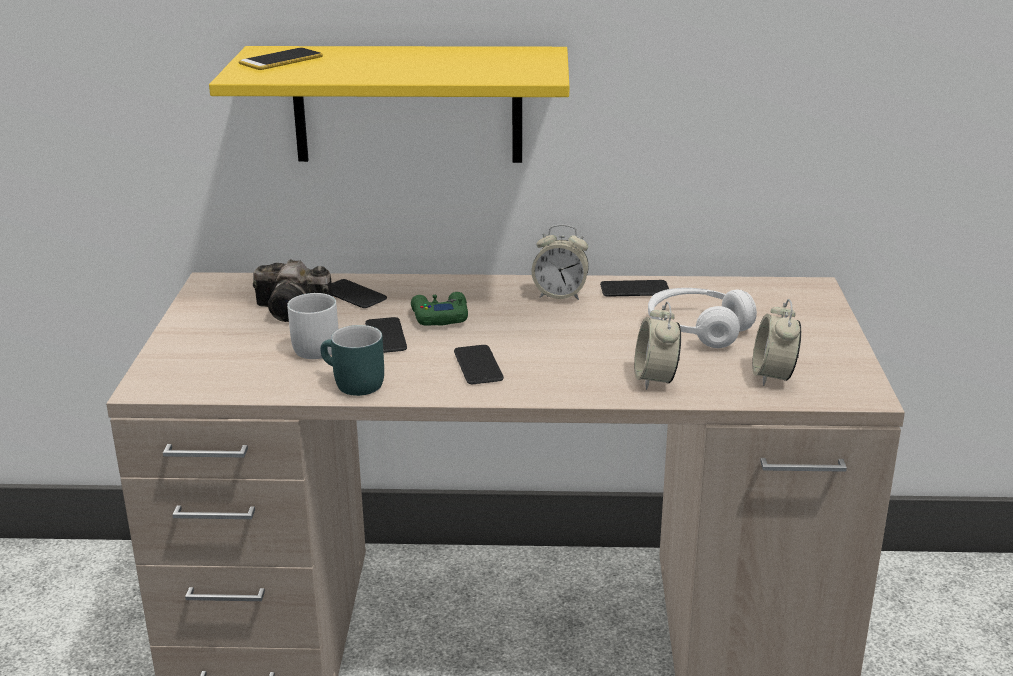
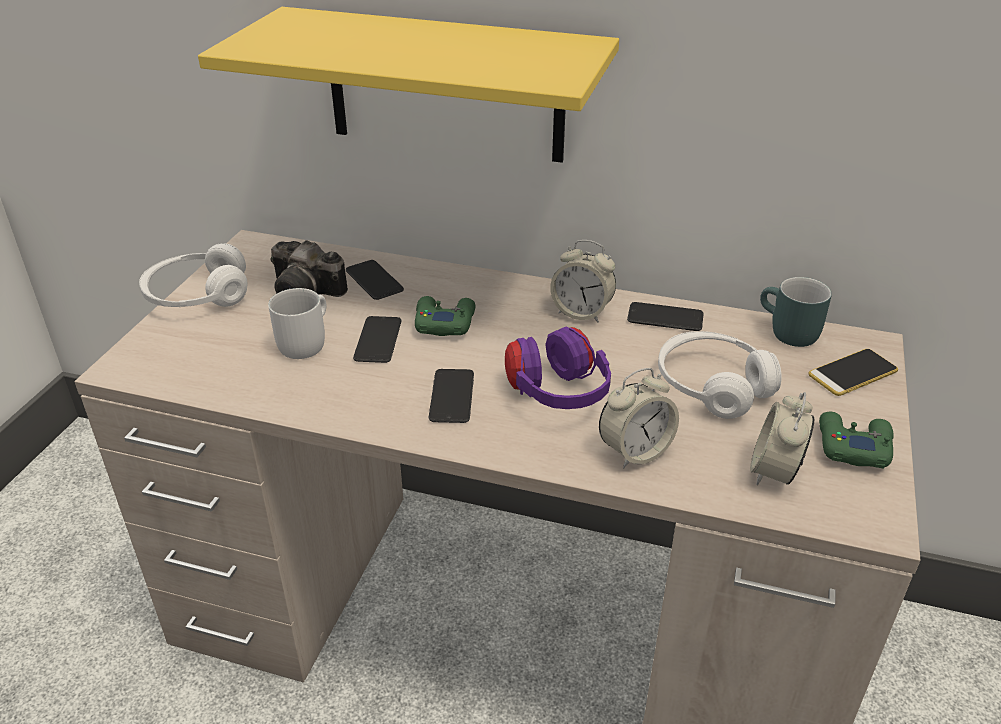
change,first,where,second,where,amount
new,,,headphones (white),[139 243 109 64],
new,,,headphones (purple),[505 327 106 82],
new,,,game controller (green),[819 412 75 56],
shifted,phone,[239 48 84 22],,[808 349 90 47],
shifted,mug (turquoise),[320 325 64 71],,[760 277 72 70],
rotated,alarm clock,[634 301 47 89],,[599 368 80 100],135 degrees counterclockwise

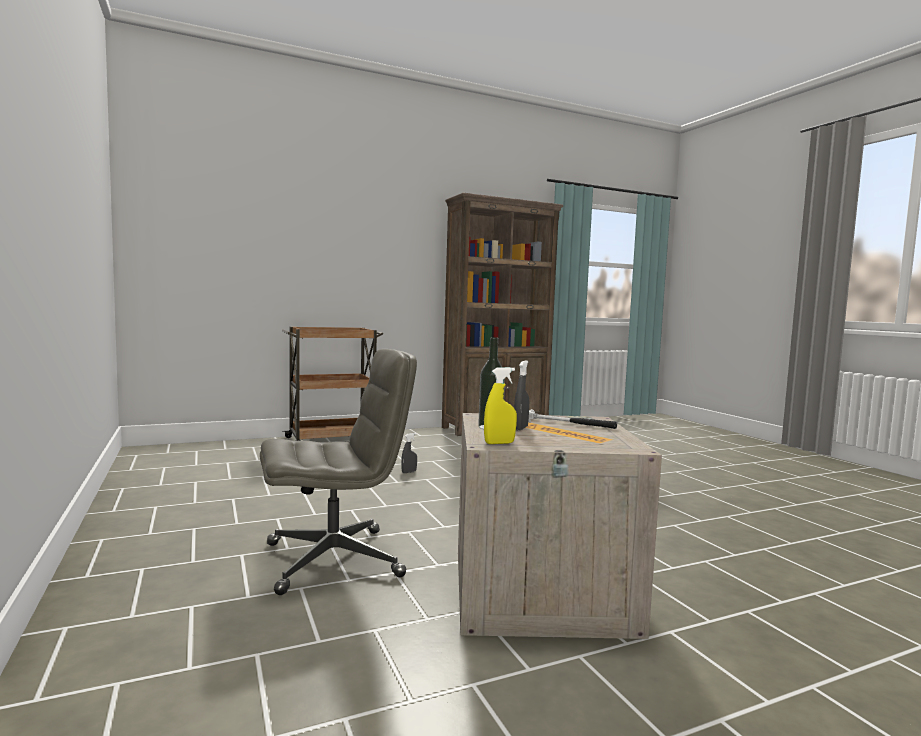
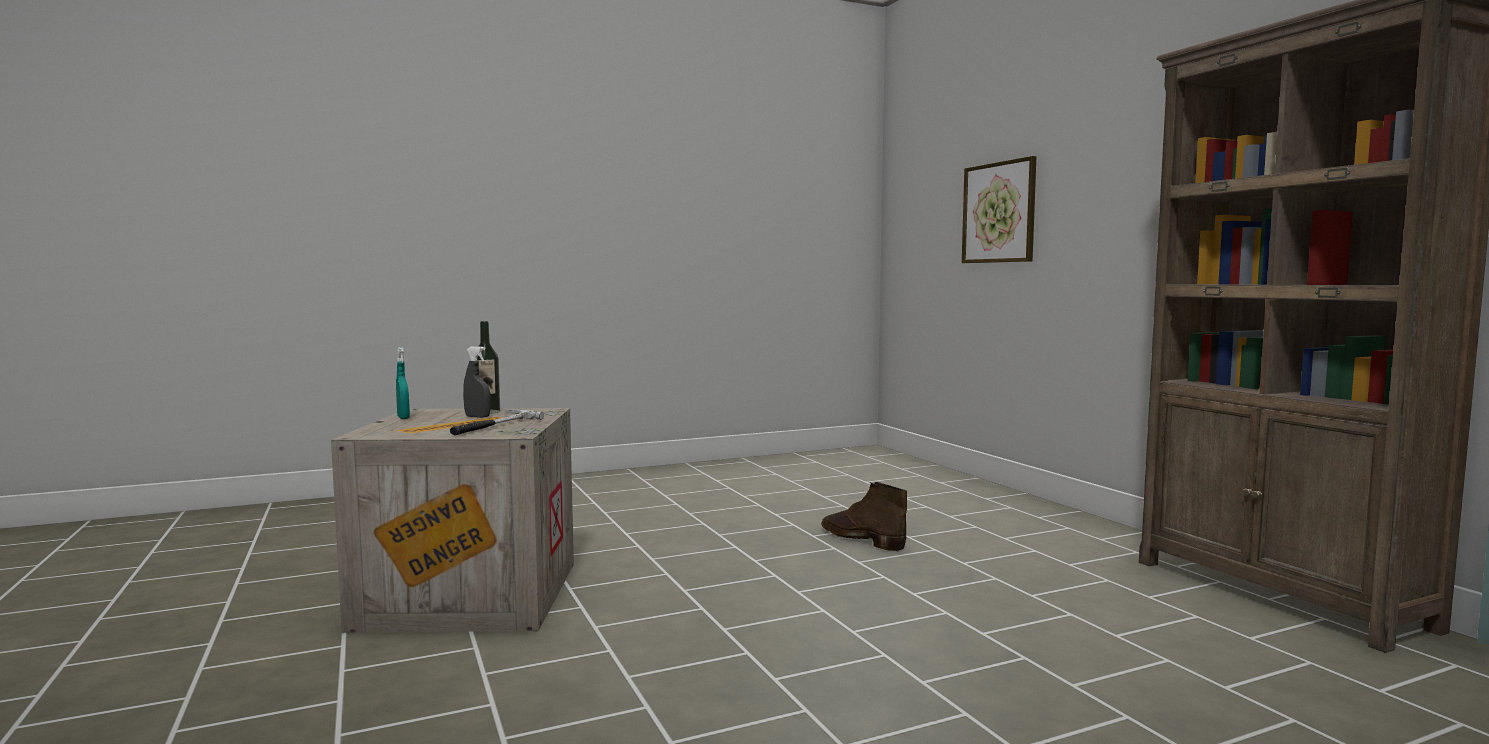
change,first,where,second,where,amount
gone,office chair (grey),[260 349 157 246],,,
gone,cart (brown),[282 327 101 114],,,
gone,spray bottle (yellow),[484 367 33 77],,,
new,,,spray bottle (turquoise),[396 347 14 72],
new,,,picture,[962 156 74 107],
swapped,spray bottle (grey),[401 433 16 40],boot (brown),[821 482 86 70],

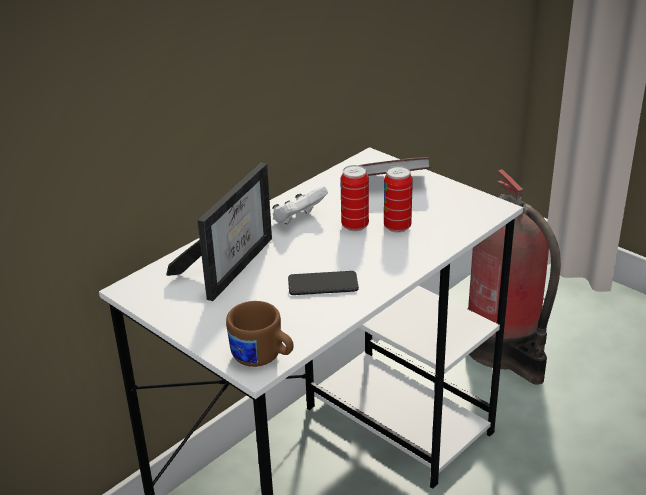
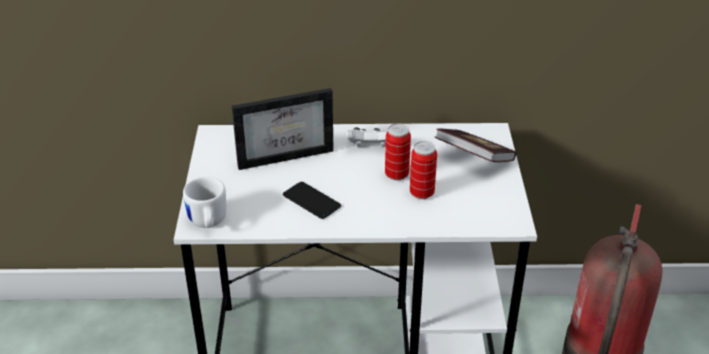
change,first,where,second,where,amount
repainted,mug (brown),[226 301 68 66],mug (white),[183 177 44 51],

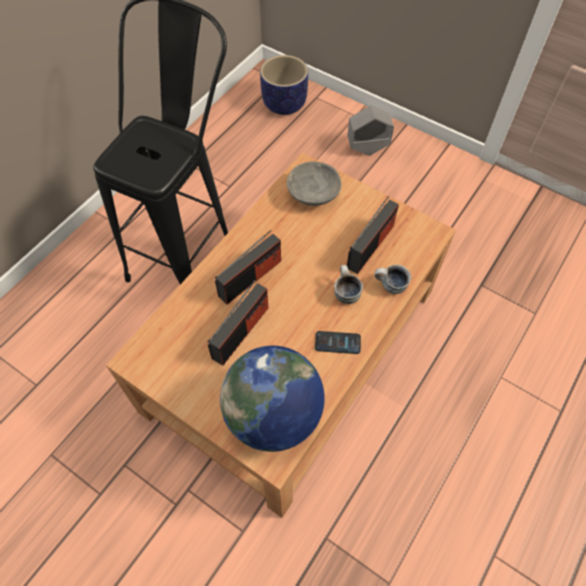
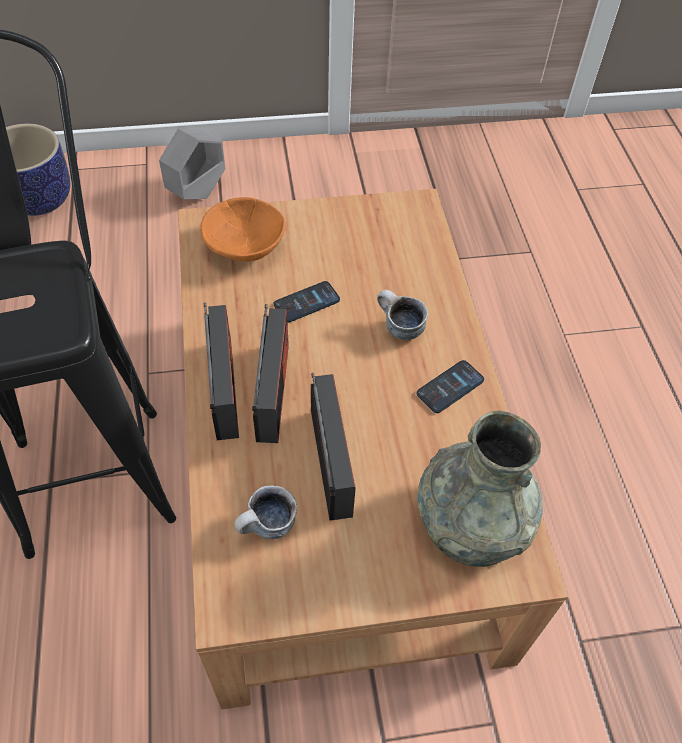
change,first,where,second,where,amount
new,,,phone,[274 281 66 42],
shifted,radio,[347 196 52 78],,[204 302 35 138],
shifted,mug,[374 265 37 29],,[234 486 63 53],
swapped,globe,[220 346 105 106],vase (grey),[417 410 126 157],
repainted,bowl (grey),[287 161 55 45],bowl (orange),[200 197 85 65],

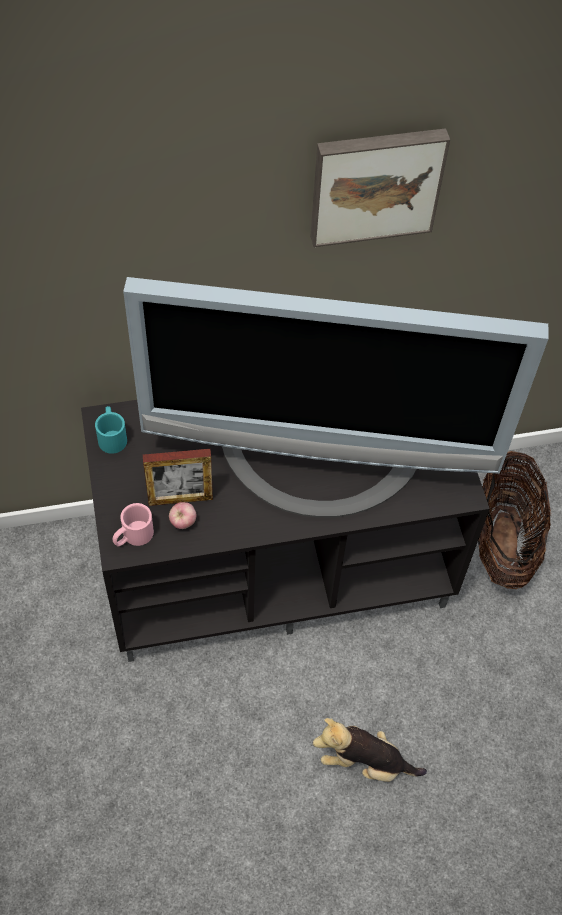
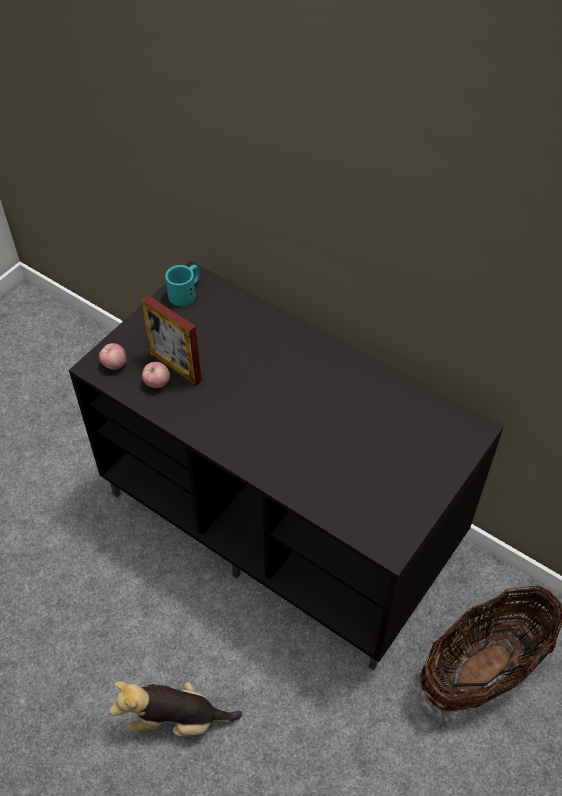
change,first,where,second,where,amount
gone,television,[123 277 425 241],,,
gone,picture,[311 128 139 119],,,
swapped,mug (pink),[113 503 41 43],apple,[99 343 28 27],
rotated,plush toy,[313 718 114 64],,[109 681 133 55],60 degrees counterclockwise

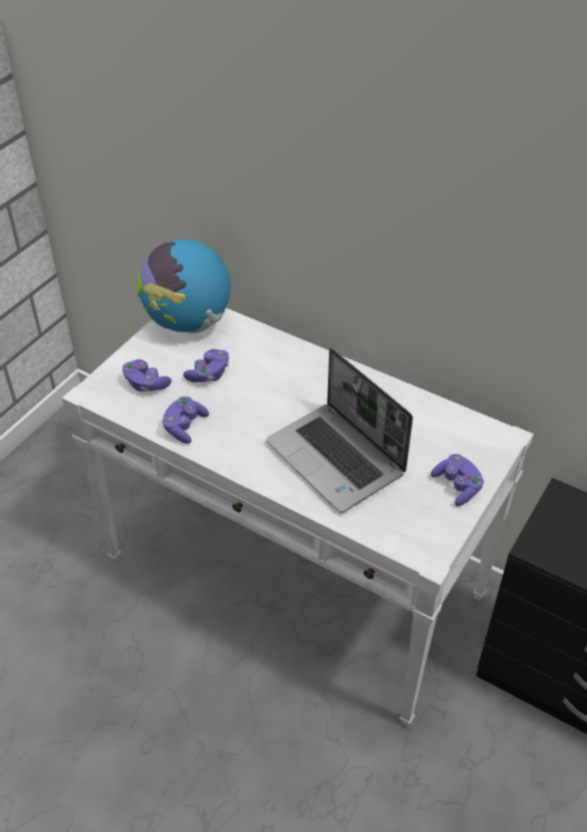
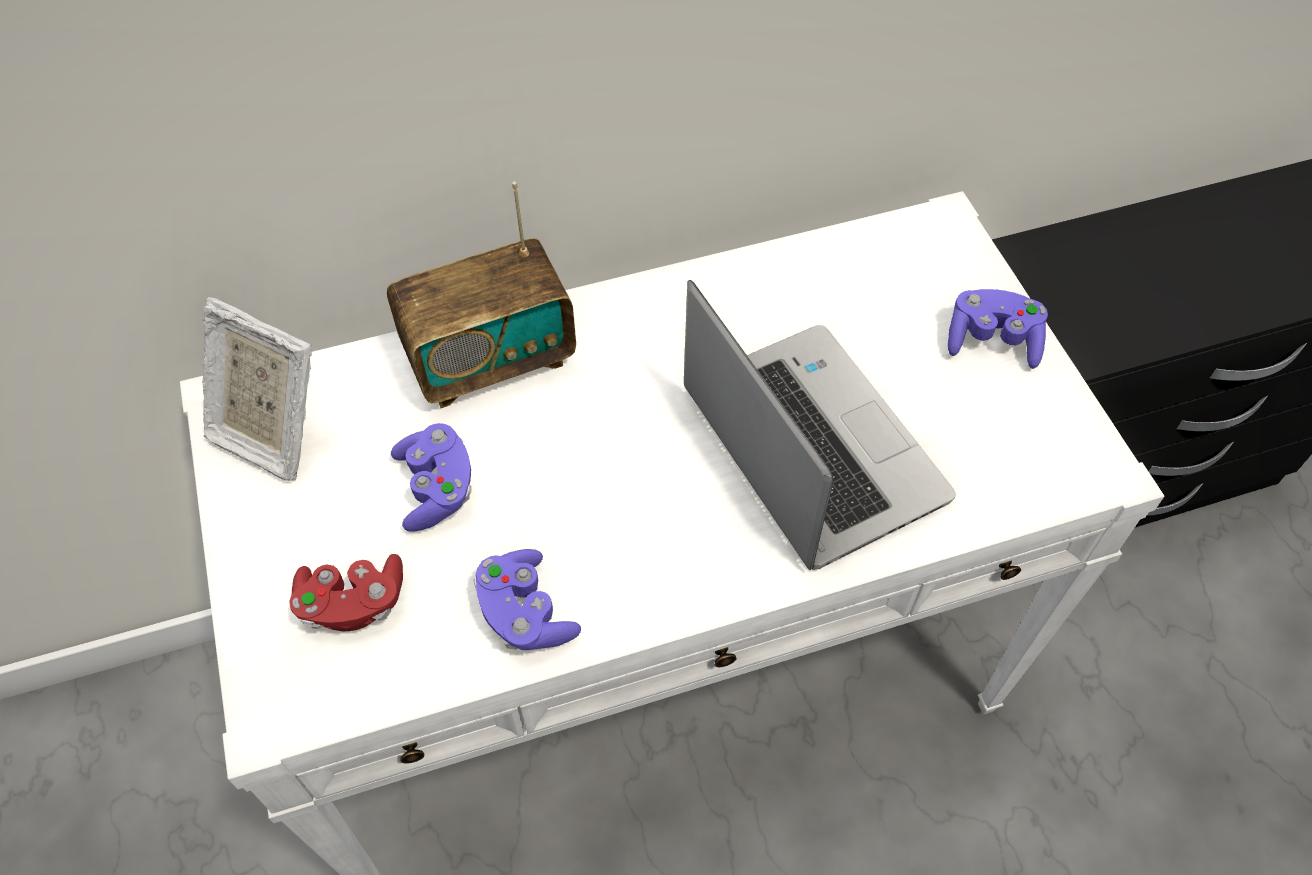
change,first,where,second,where,amount
new,,,radio,[387 182 189 226],
swapped,globe,[137 240 94 93],picture frame,[202 297 110 184],
repainted,game controller (purple),[122 359 50 33],game controller (red),[290 554 113 77],
rotated,laptop,[266 348 147 165],,[684 280 272 290],120 degrees counterclockwise

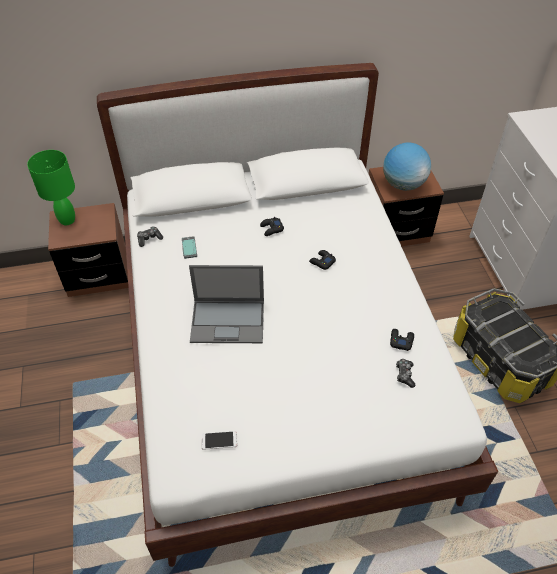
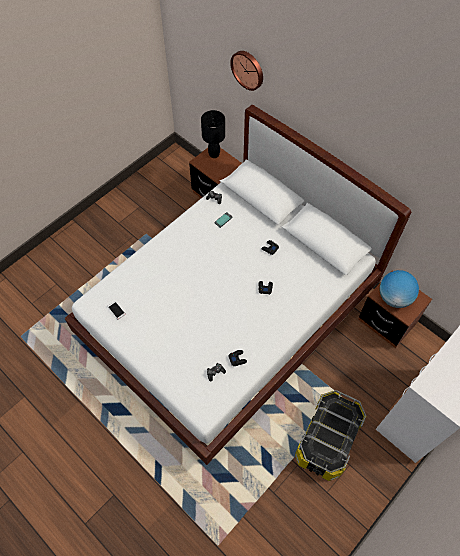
change,first,where,second,where,amount
gone,laptop,[189 265 75 78],,,
new,,,wall clock,[230 51 33 40],
repainted,table lamp (green),[27 150 48 75],table lamp (black),[201 110 24 48],

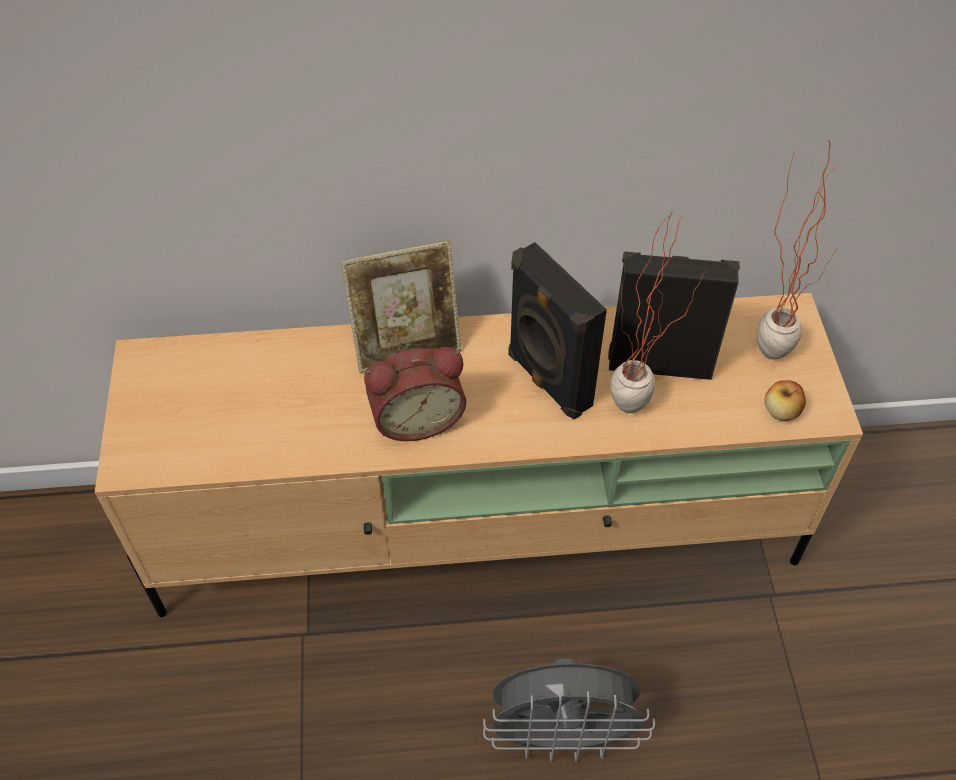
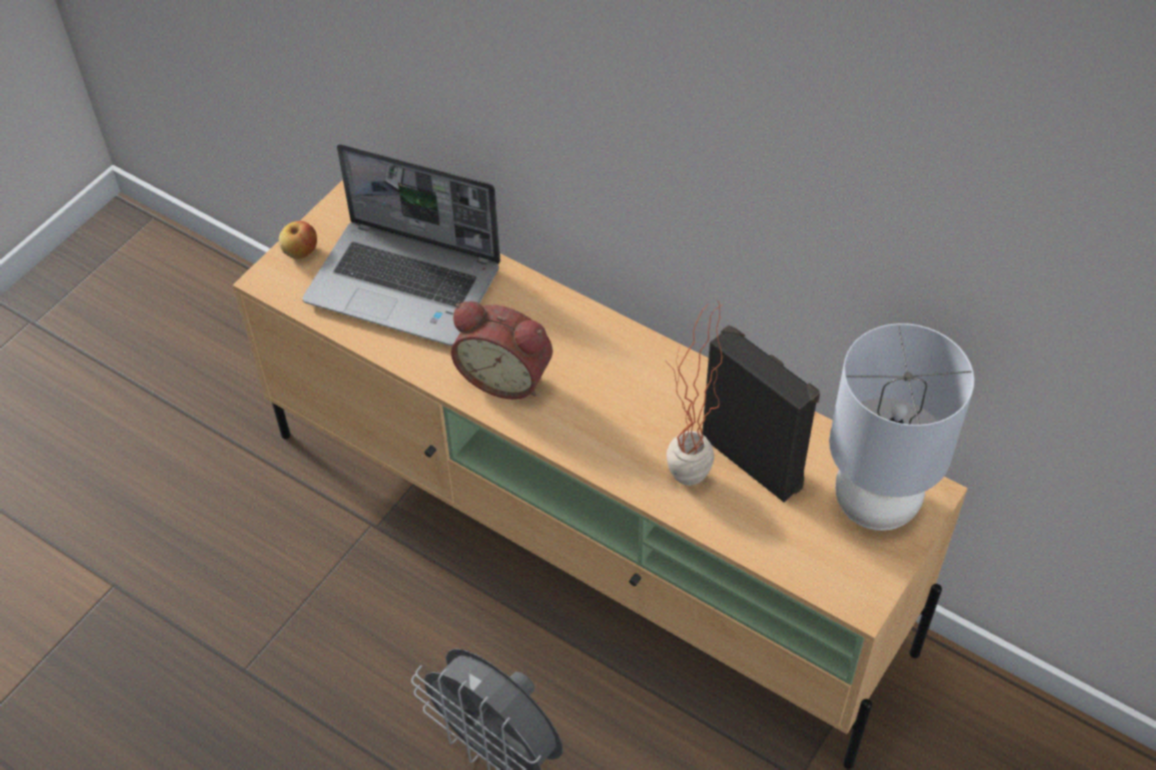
change,first,where,second,where,amount
gone,picture frame,[341 241 121 132],,,
gone,speaker (black),[508 242 99 178],,,
new,,,laptop,[303 144 198 202],
shifted,apple,[765 380 41 41],,[279 221 38 38],
swapped,potted plant,[757 140 81 219],table lamp (grey),[829 323 146 208],

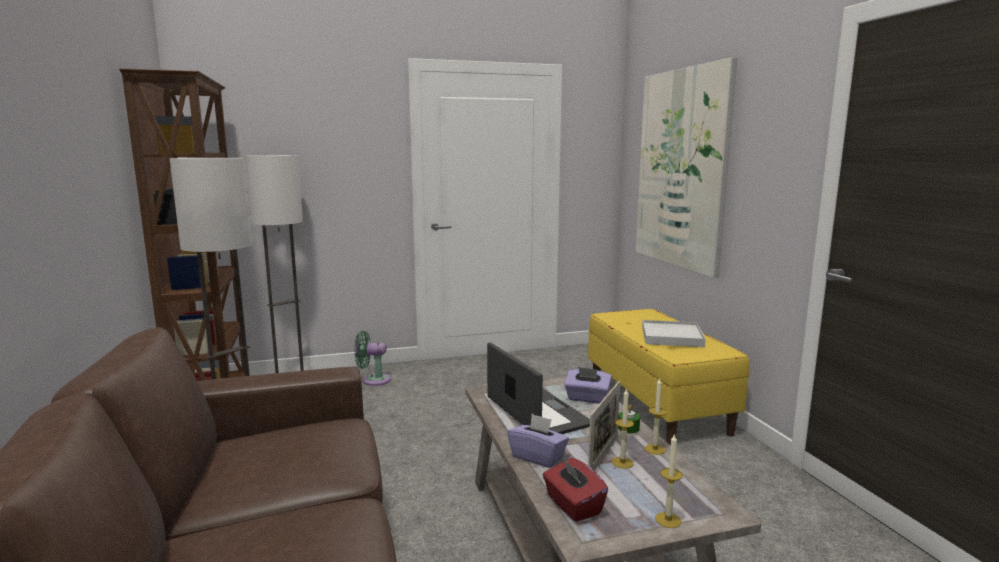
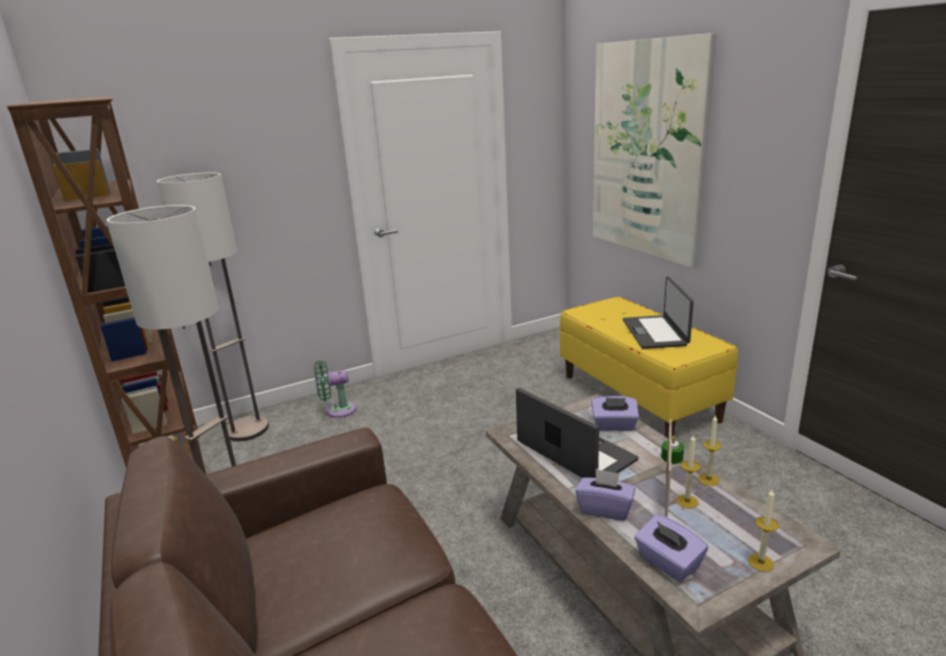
change,first,where,second,where,amount
swapped,tray (white),[642 320 64 27],laptop,[623 276 71 73],
repainted,tissue box (red),[543 458 65 64],tissue box (purple),[634 514 74 68],

